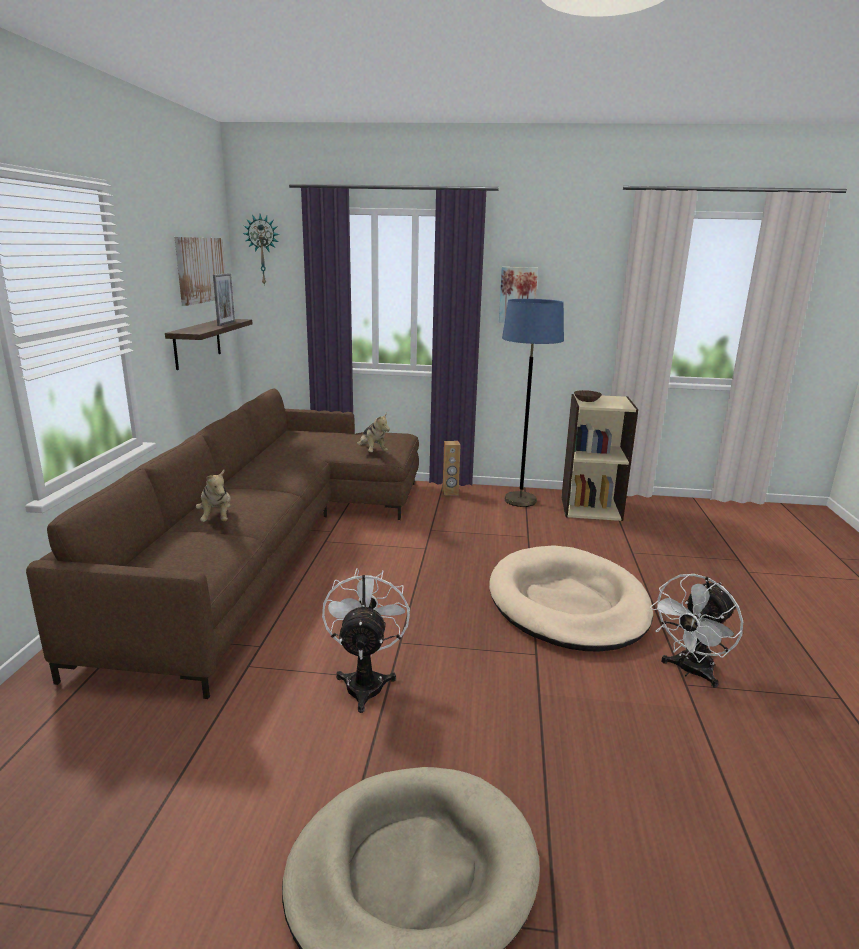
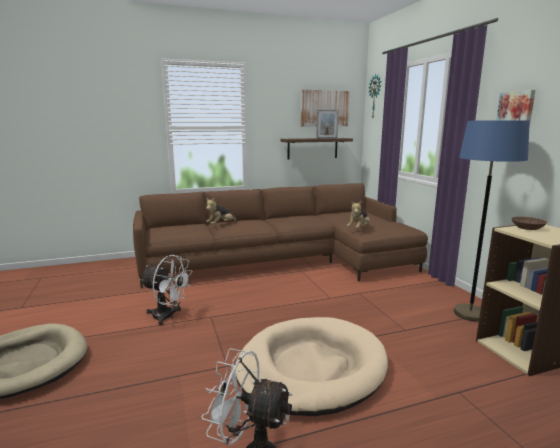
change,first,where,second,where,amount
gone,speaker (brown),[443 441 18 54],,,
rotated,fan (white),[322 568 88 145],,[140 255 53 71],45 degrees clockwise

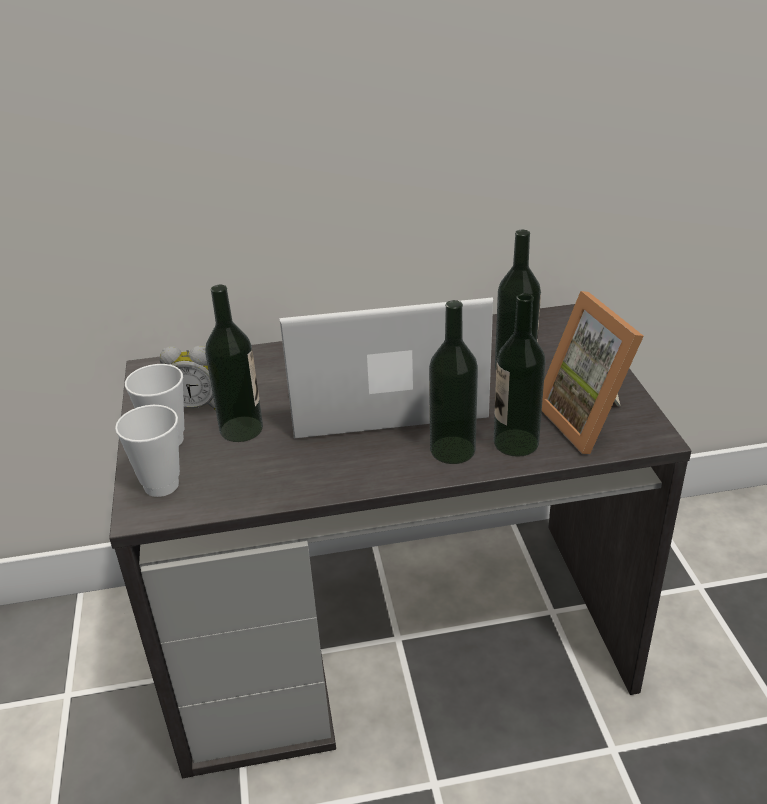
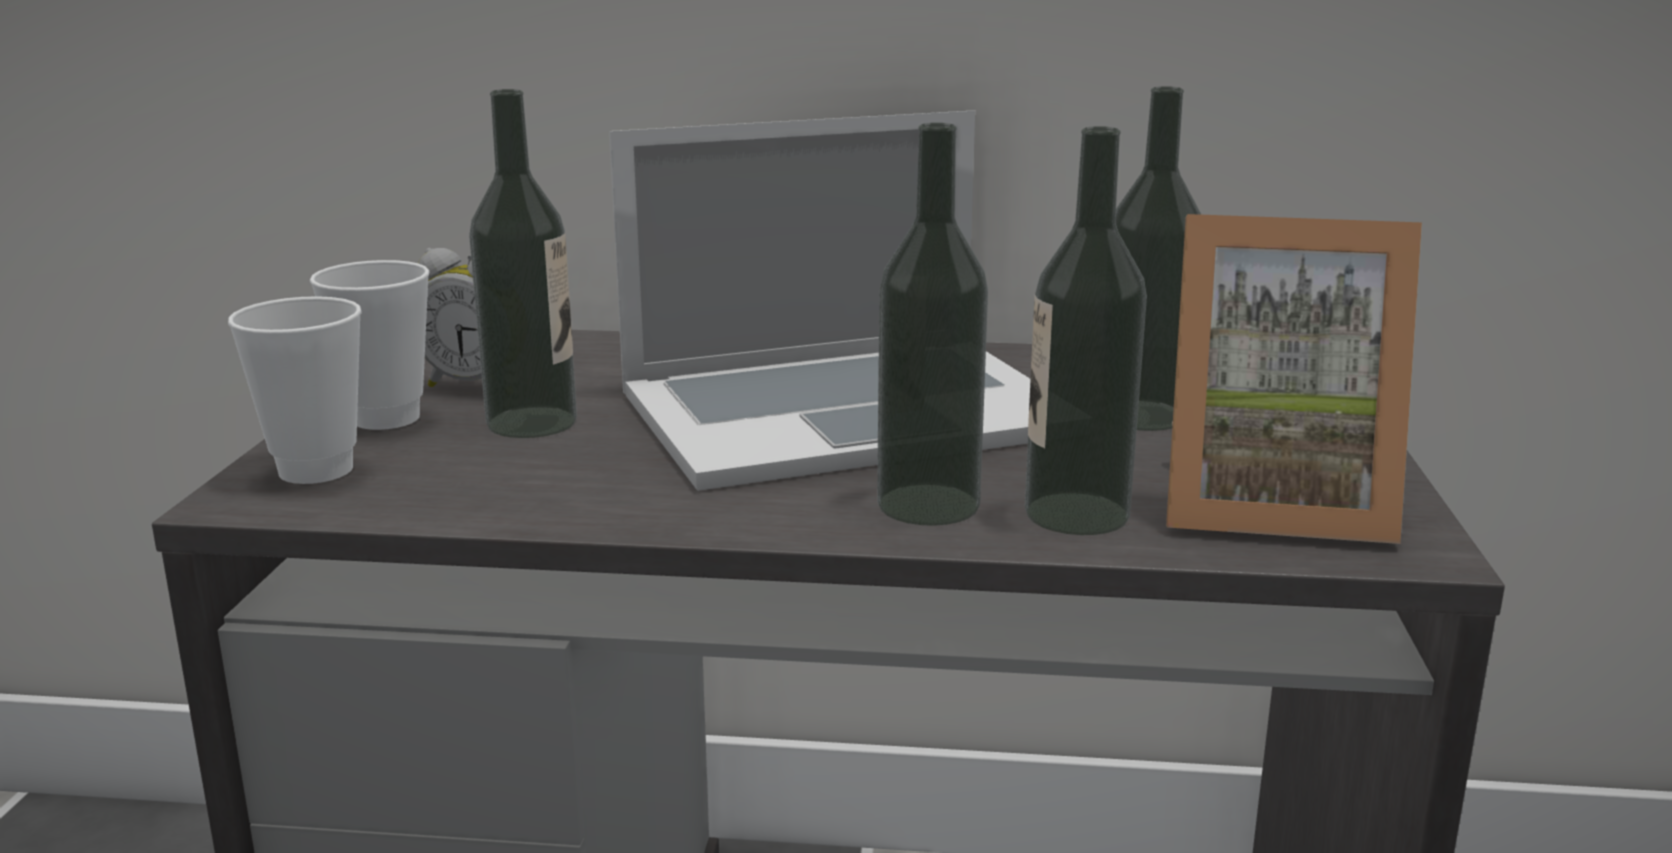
change,first,where,second,where,amount
rotated,laptop,[280 297 213 142],,[609 110 422 381],150 degrees clockwise
rotated,picture frame,[542 291 102 163],,[1166 214 256 330],75 degrees counterclockwise

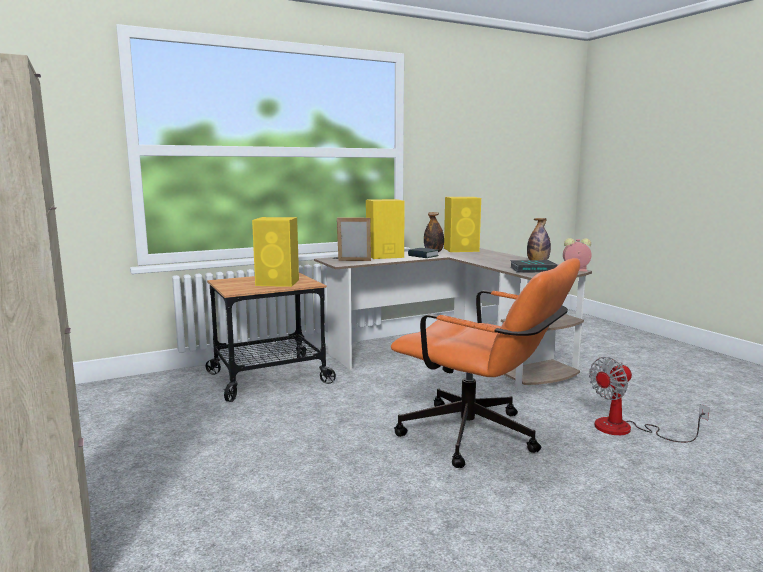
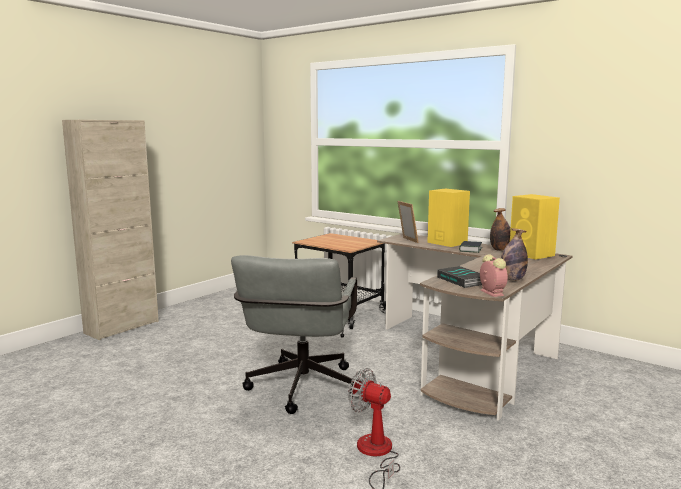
change,first,where,second,where,amount
gone,speaker (yellow),[252 217 47 70],,,
repainted,office chair (orange),[391 258 189 210],office chair (grey),[231 255 126 159],

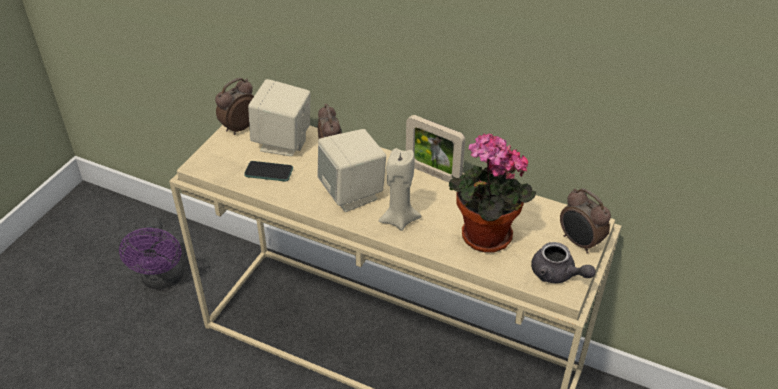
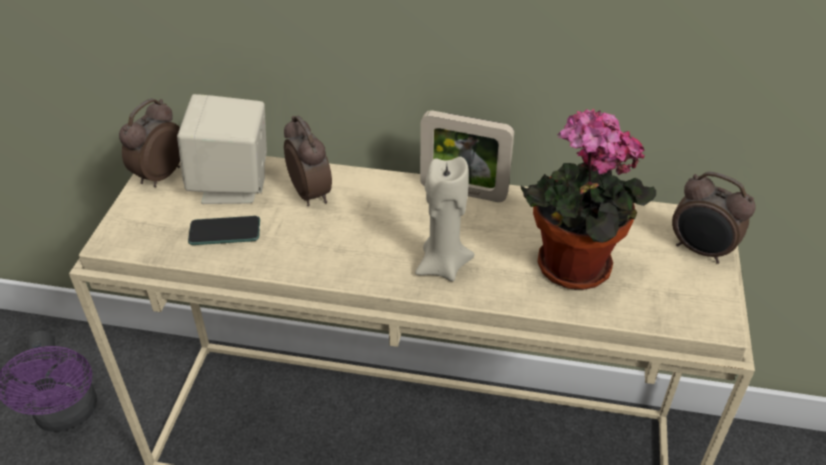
change,first,where,second,where,amount
gone,speaker (beige),[317 129 69 83],,,
gone,teapot (grey),[531 242 65 41],,,

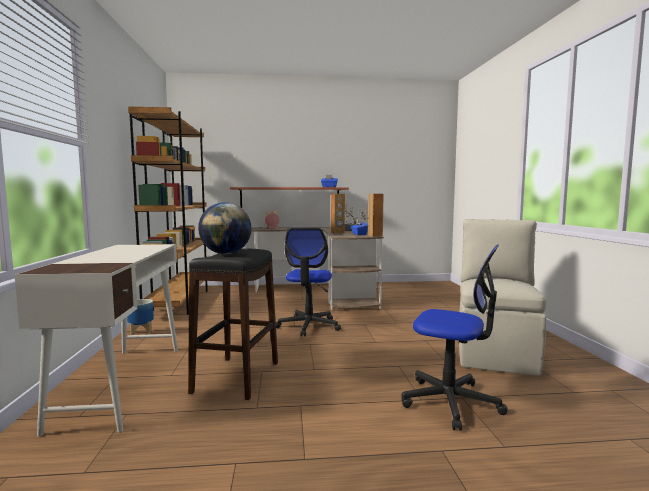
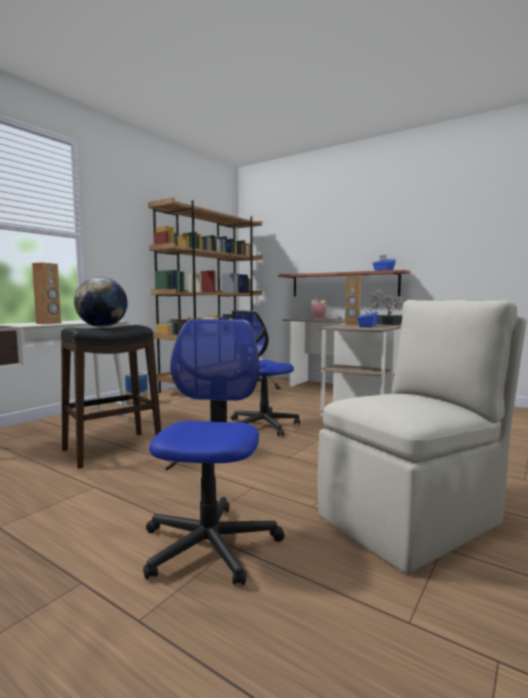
change,first,where,second,where,amount
shifted,speaker (brown),[368 194 16 43],,[32 263 29 61],
rotated,office chair,[402 244 105 187],,[143 319 141 266],150 degrees counterclockwise

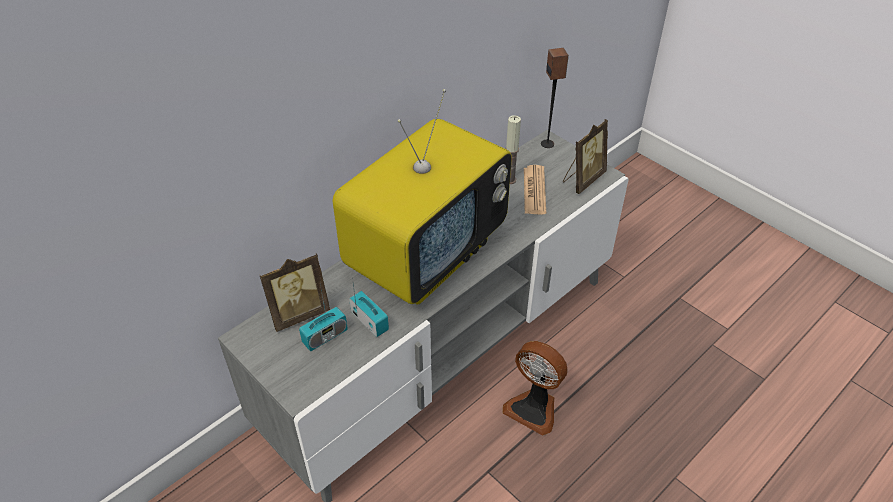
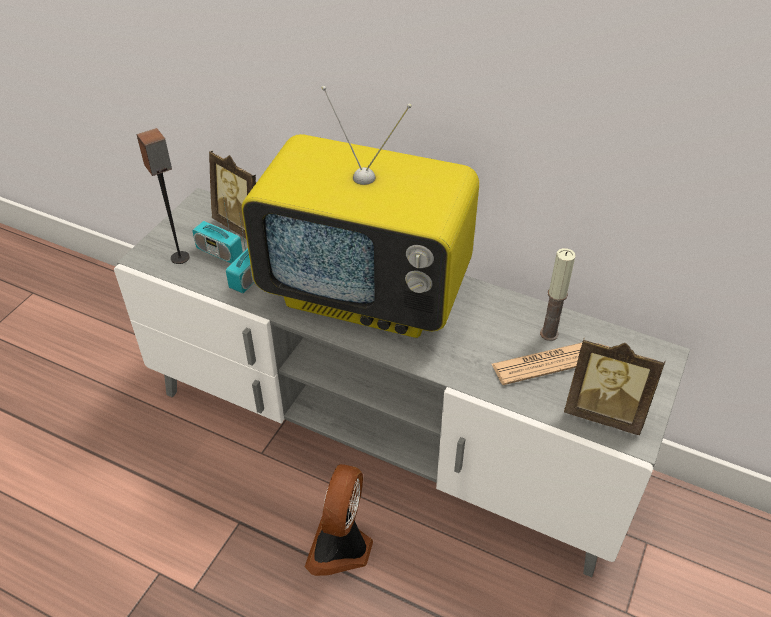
change,first,where,second,where,amount
shifted,speaker,[541 48 28 100],,[137 128 53 136],

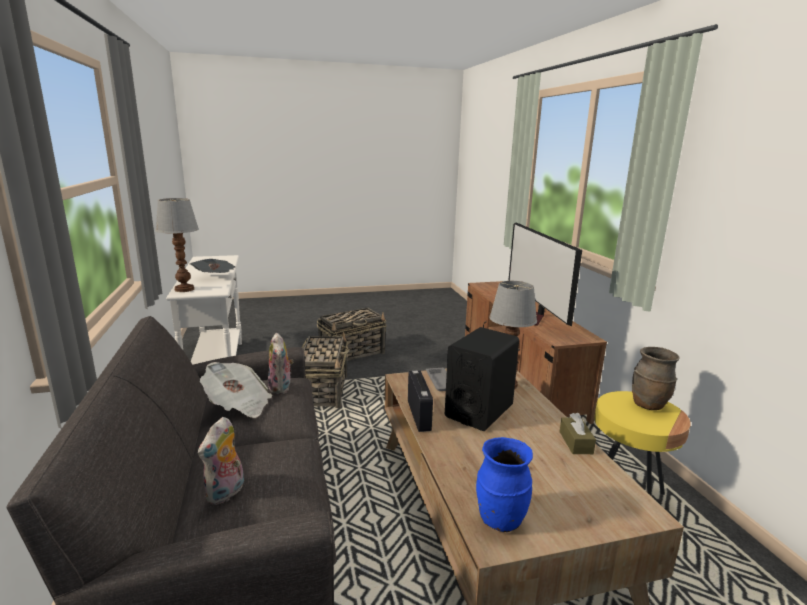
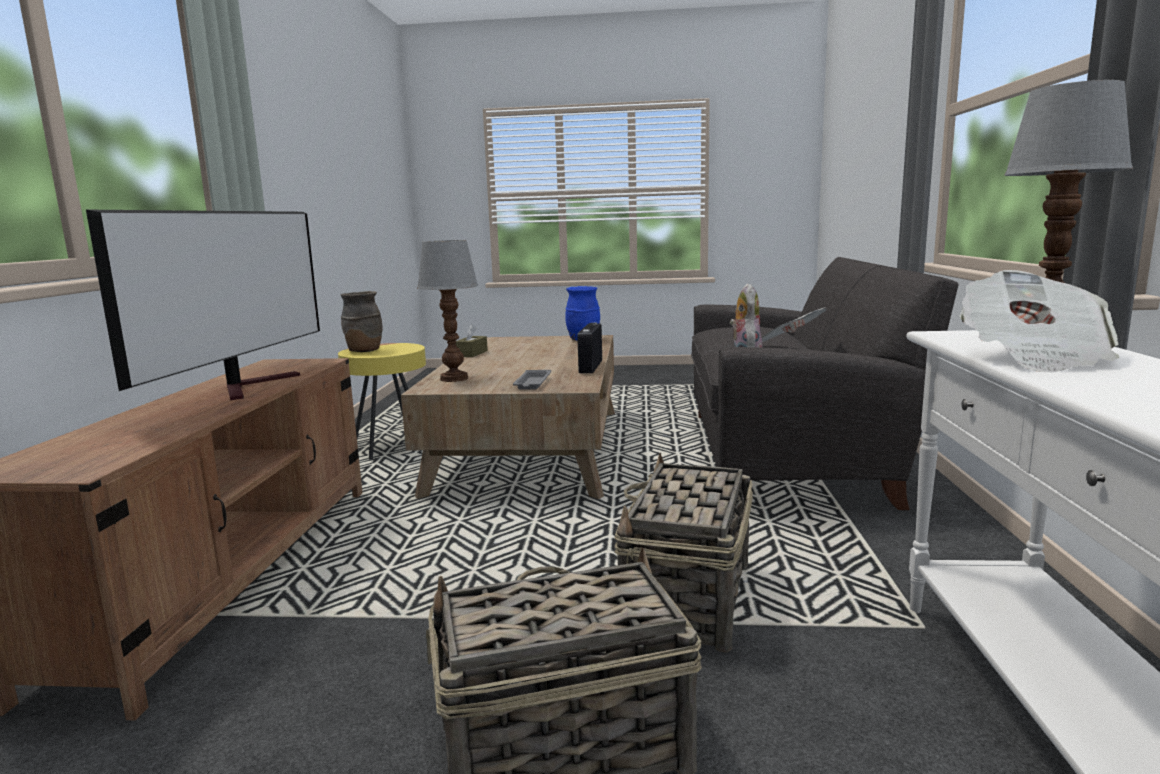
change,first,where,second,where,amount
gone,plush toy,[198 417 46 88],,,
gone,speaker (black),[445 327 74 104],,,

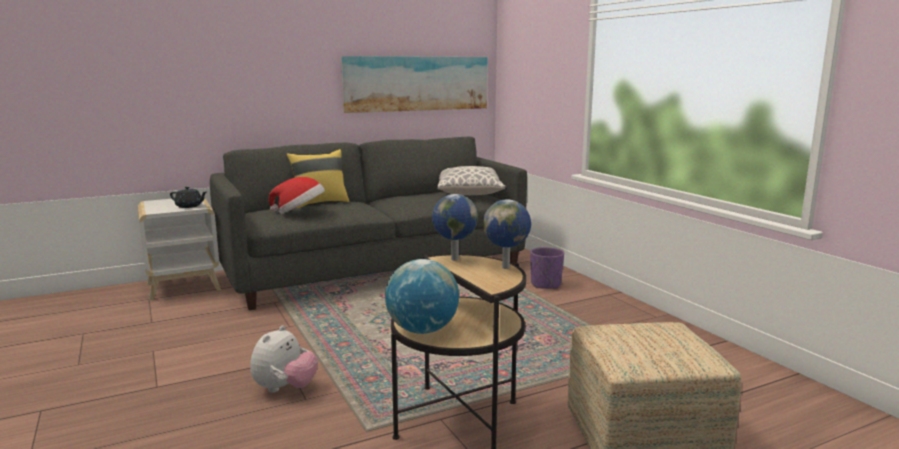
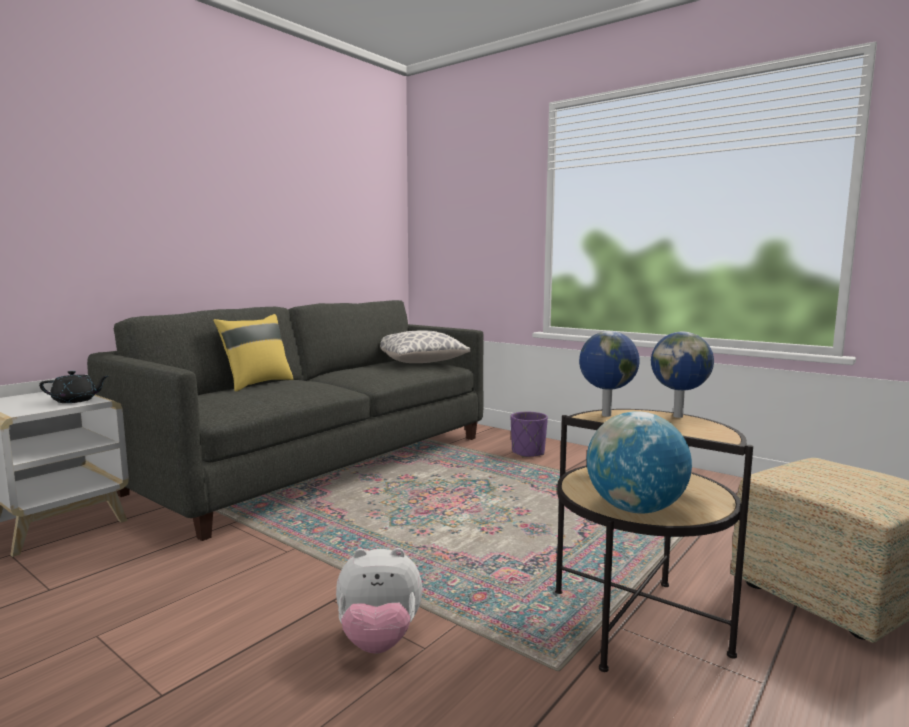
change,first,where,second,where,amount
gone,hat,[268 177 57 37],,,
gone,picture,[341 56 147 57],,,
rotated,plush toy,[251 325 67 68],,[336 548 86 106],90 degrees clockwise

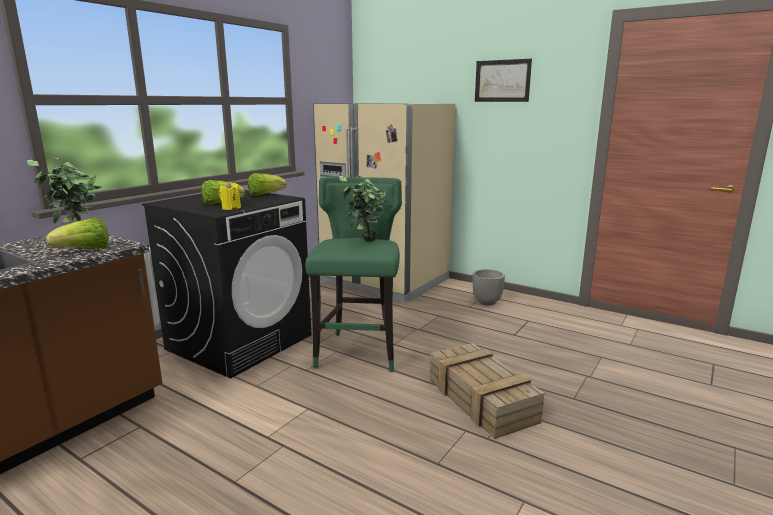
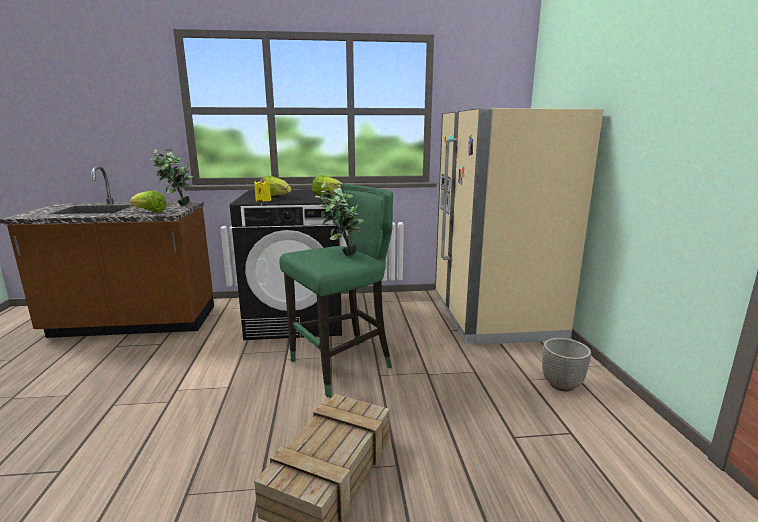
change,first,where,second,where,amount
gone,picture,[475 59 57 43],,,

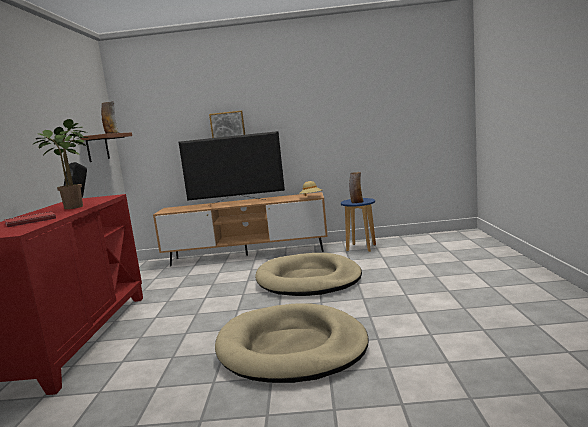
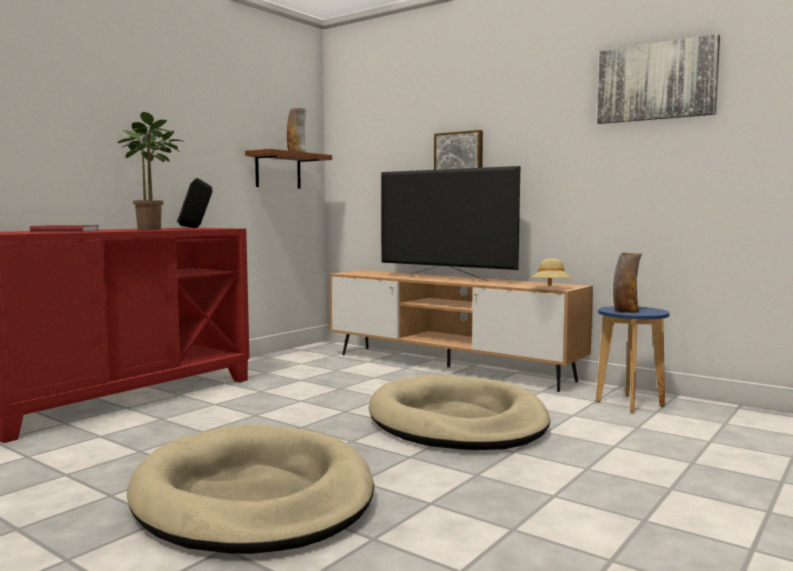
change,first,where,second,where,amount
new,,,picture,[597 34 123 90],

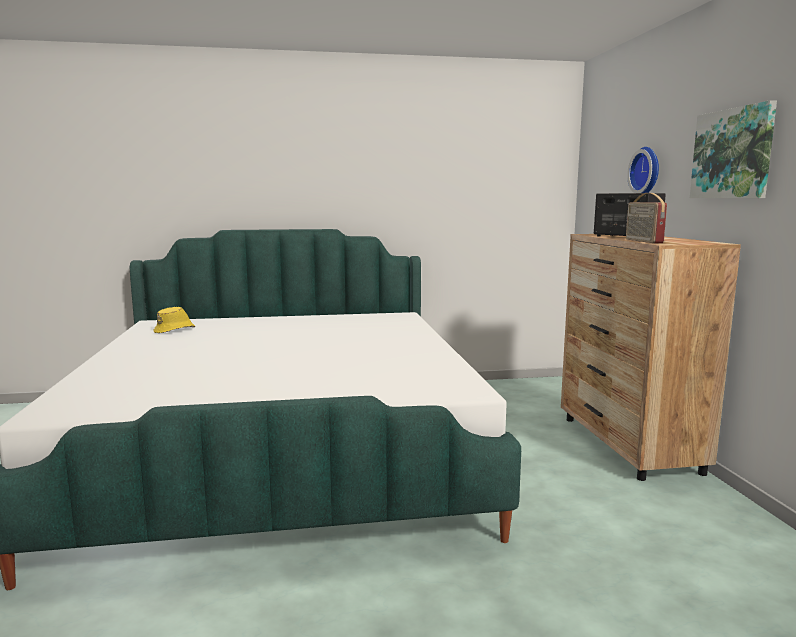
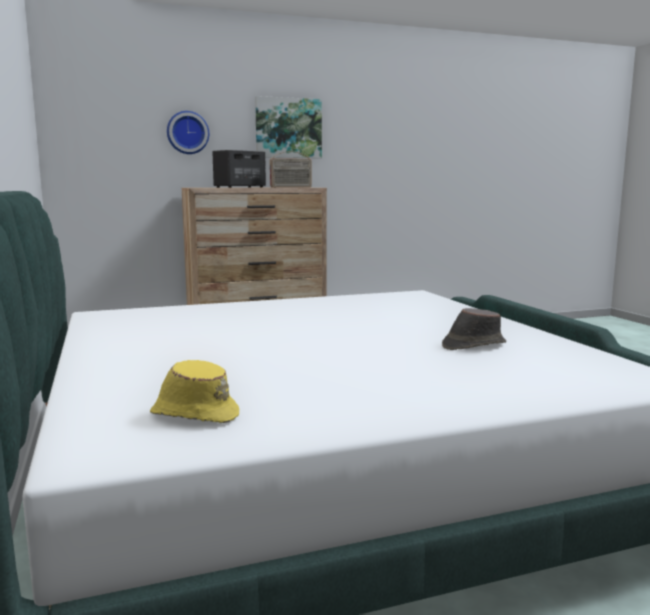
change,first,where,second,where,amount
new,,,hat (brown),[442 308 64 42],

